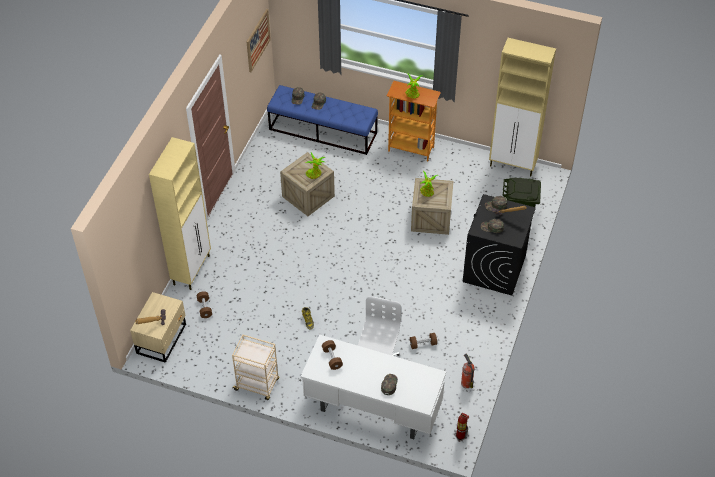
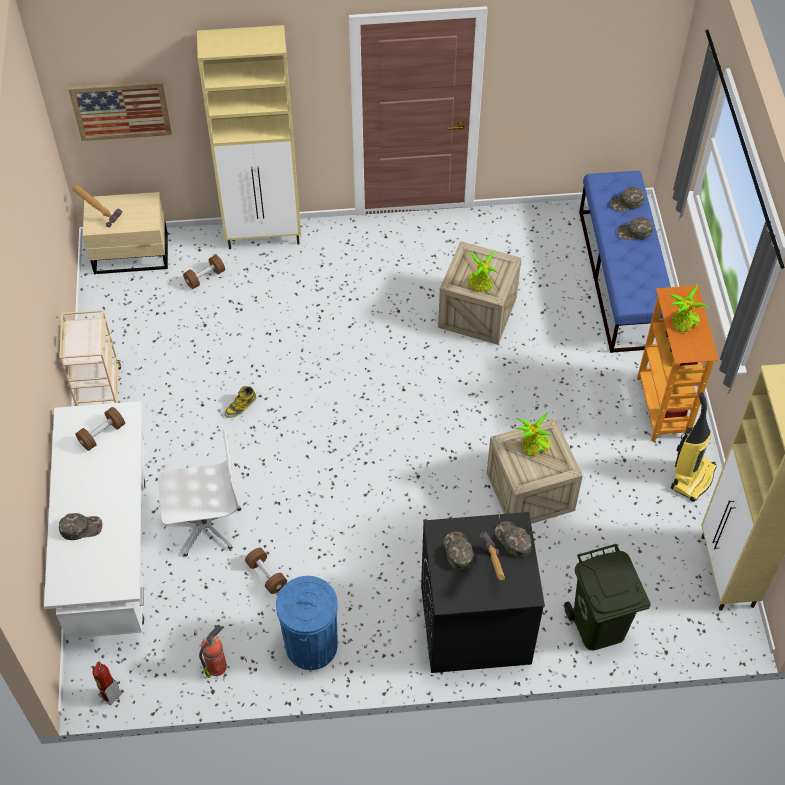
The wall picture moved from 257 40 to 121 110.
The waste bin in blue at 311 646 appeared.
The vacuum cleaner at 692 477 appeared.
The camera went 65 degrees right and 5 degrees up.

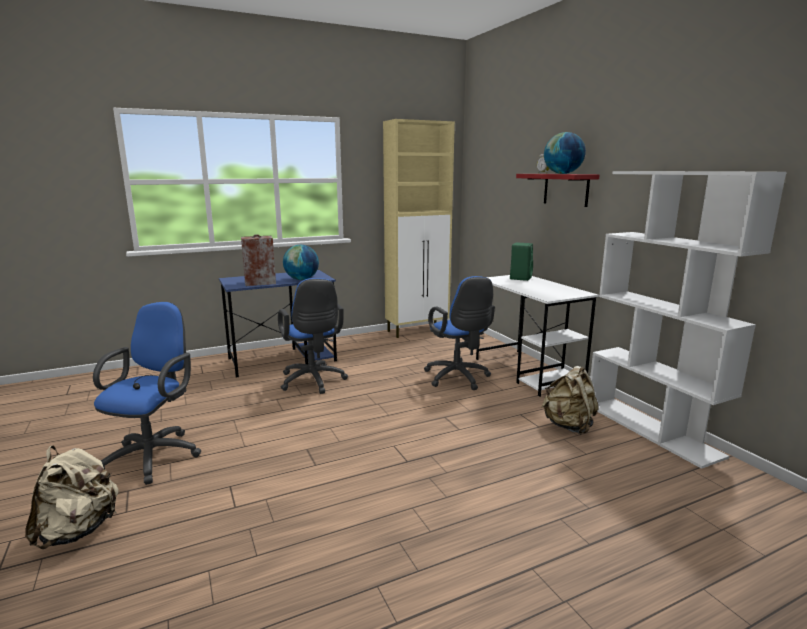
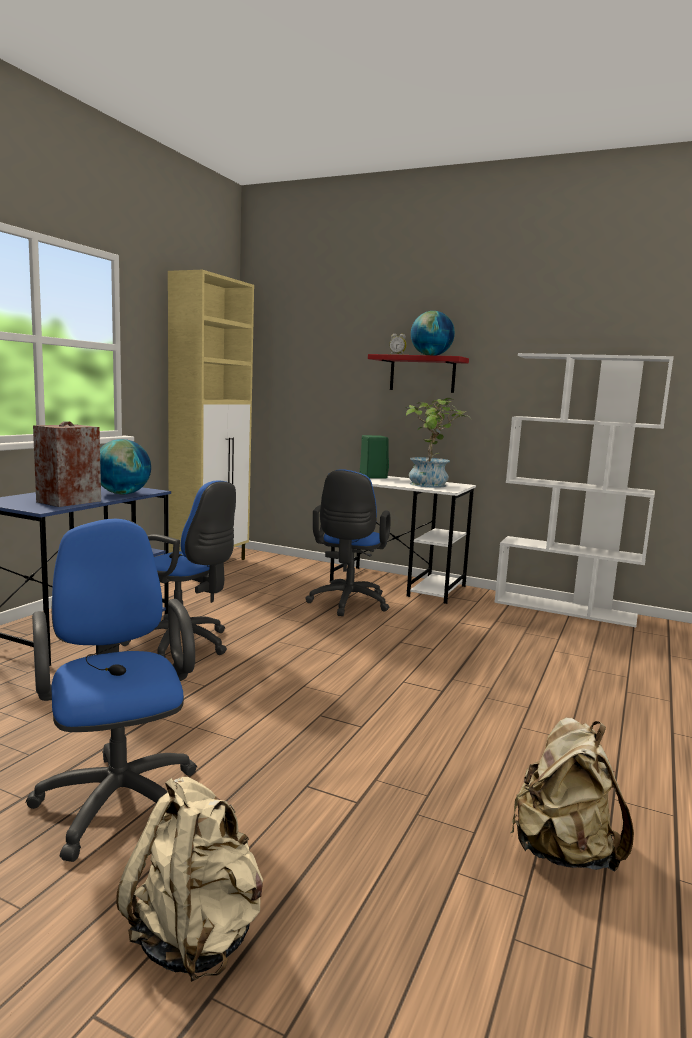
The office chair in blue at 458 379 turned 75 degrees clockwise.
The knapsack in sand-coloured moved from 568 426 to 563 851.
The plant in a pot at 430 485 appeared.
The camera went 40 degrees left and 5 degrees down.

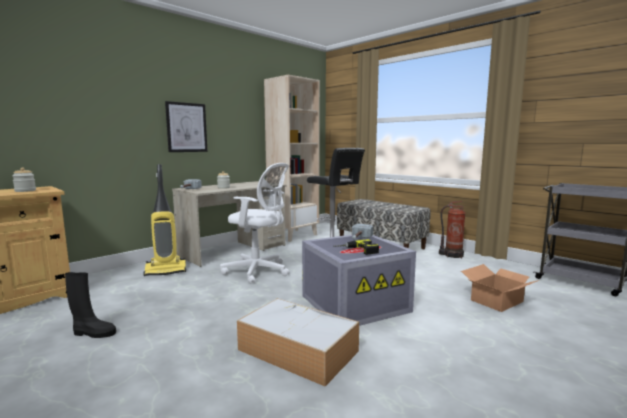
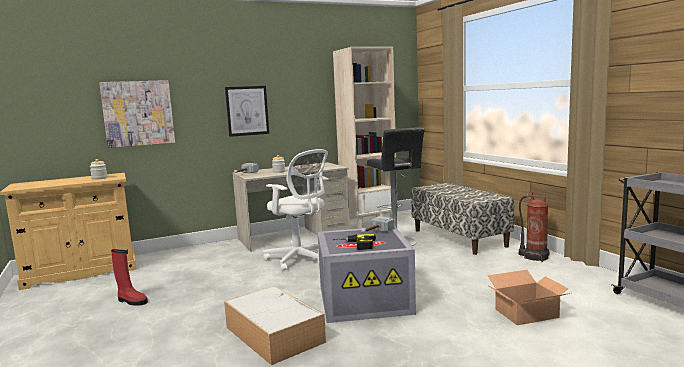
The boot in black-coloured at 93 333 became the boot in reddish at 131 301.
The vacuum cleaner at 166 270 disappeared.
The wall picture at 138 113 appeared.
The camera went 20 degrees right and 0 degrees up.

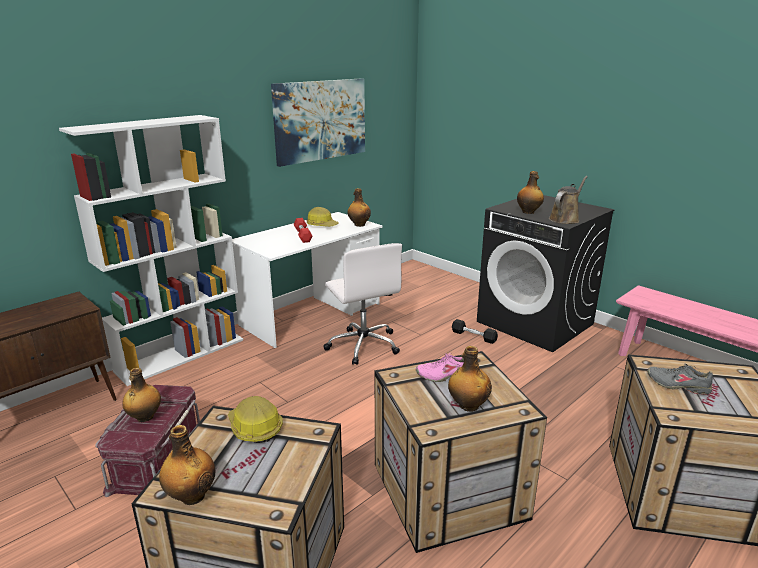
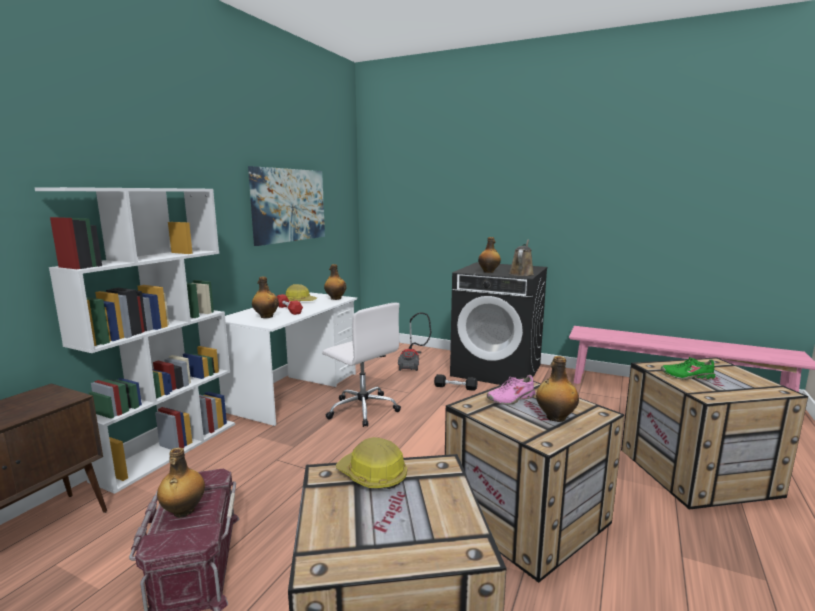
The beverage bottle moved from 191 496 to 266 316.
The low shoe in greyish at 678 385 became the low shoe in green-coloured at 687 376.
The vacuum cleaner at 412 363 appeared.
The camera went 20 degrees left and 10 degrees down.

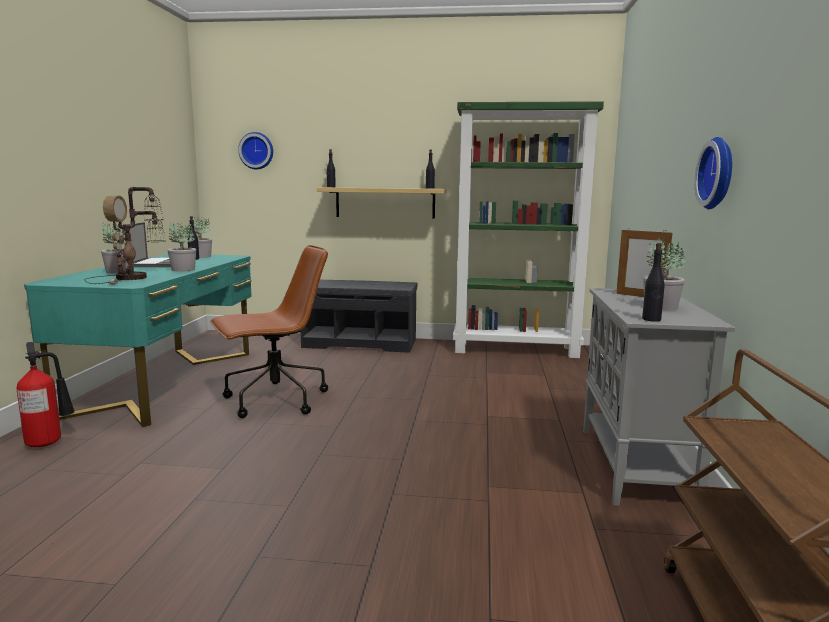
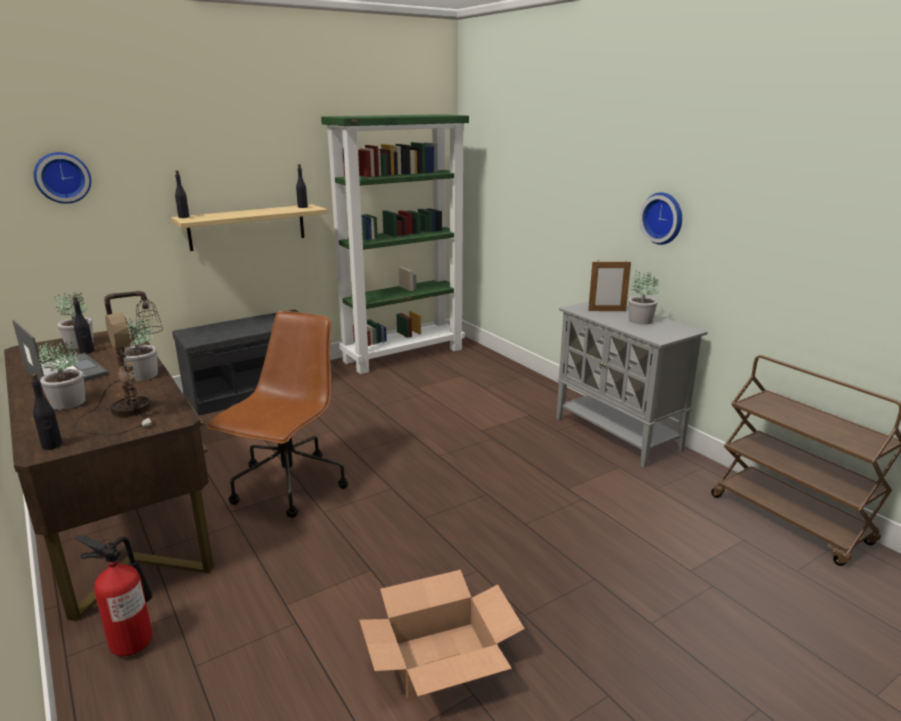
The desk table in turquoise-coloured at 166 382 became the desk table in brownish at 120 514.
The beverage bottle in black-coloured moved from 651 319 to 52 445.
The cardboard box at 441 659 appeared.
The camera went 40 degrees left and 10 degrees up.

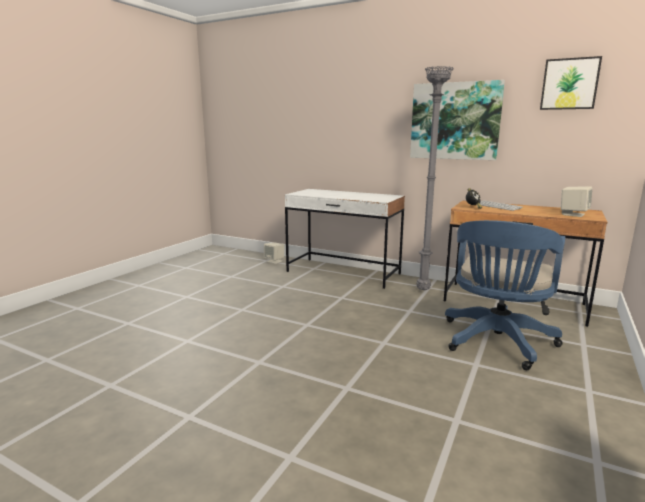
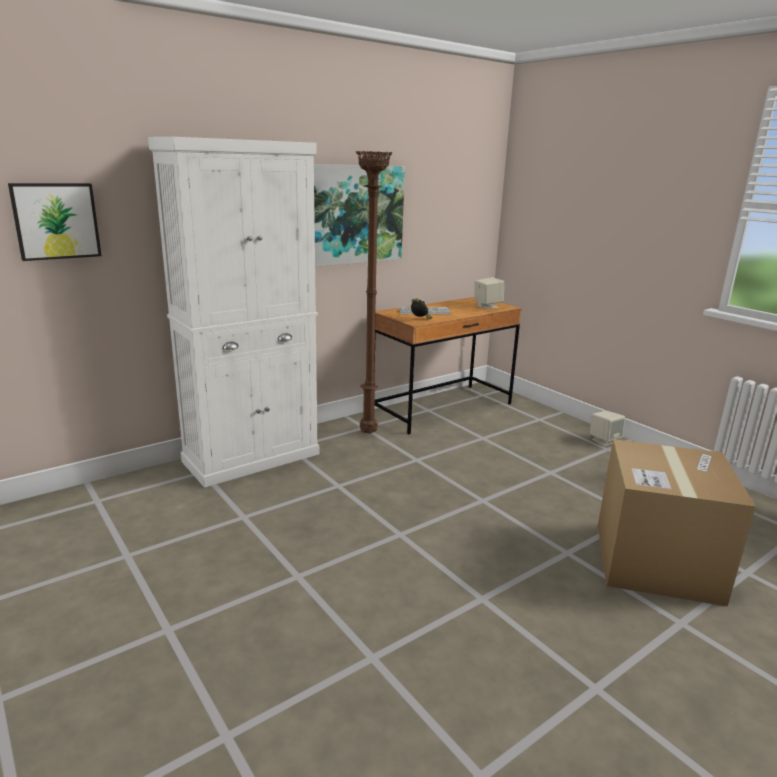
The loudspeaker in sand-coloured moved from 274 261 to 604 440.
The desk table in white at 343 273 was replaced by the cupboard in white at 252 457.
The standard lamp in greyish at 423 289 became the standard lamp in brownish at 368 432.
The office chair in blue at 496 343 disappeared.
The wall picture moved from 569 84 to 56 221.
The cardboard box at 656 562 appeared.
The camera went 65 degrees left and 5 degrees up.

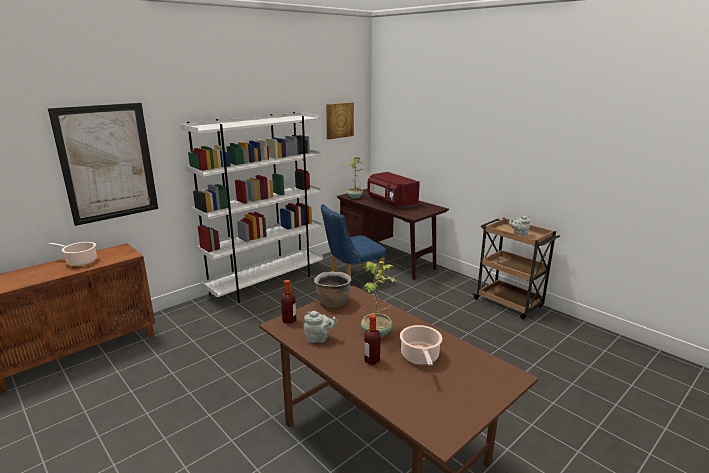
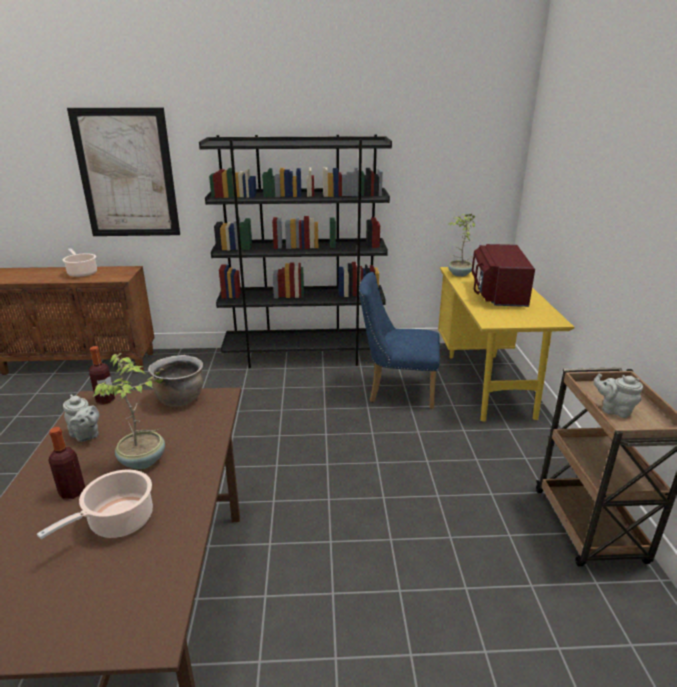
The bookshelf in white at 267 283 became the bookshelf in black-coloured at 304 356.
The wall picture at 339 120 disappeared.
The desk table in brownish at 389 259 became the desk table in yellow at 486 379.
The camera went 40 degrees right and 5 degrees up.

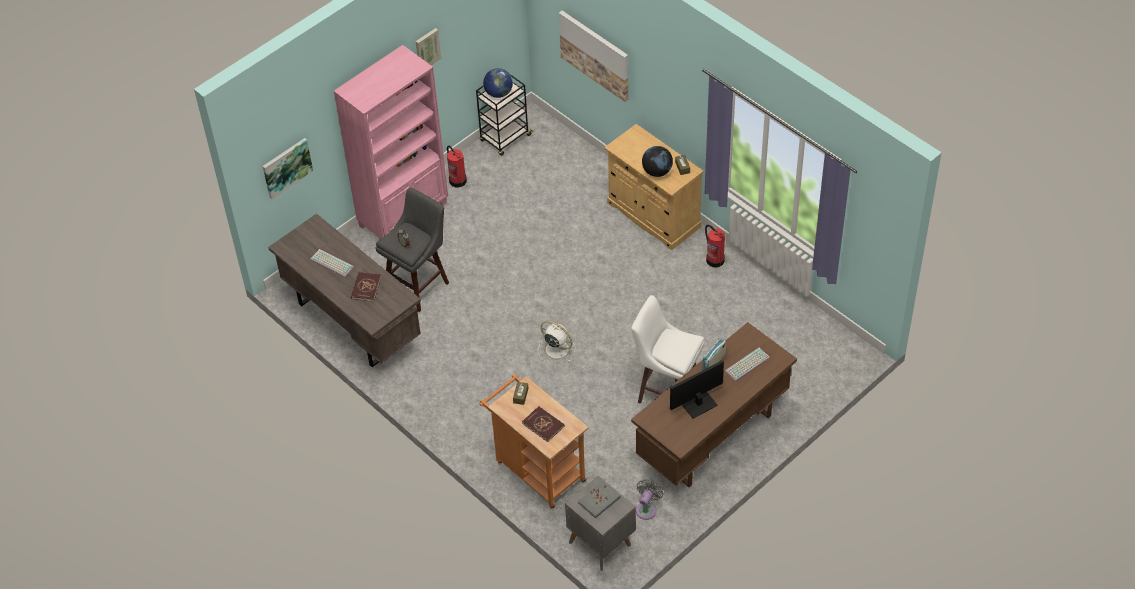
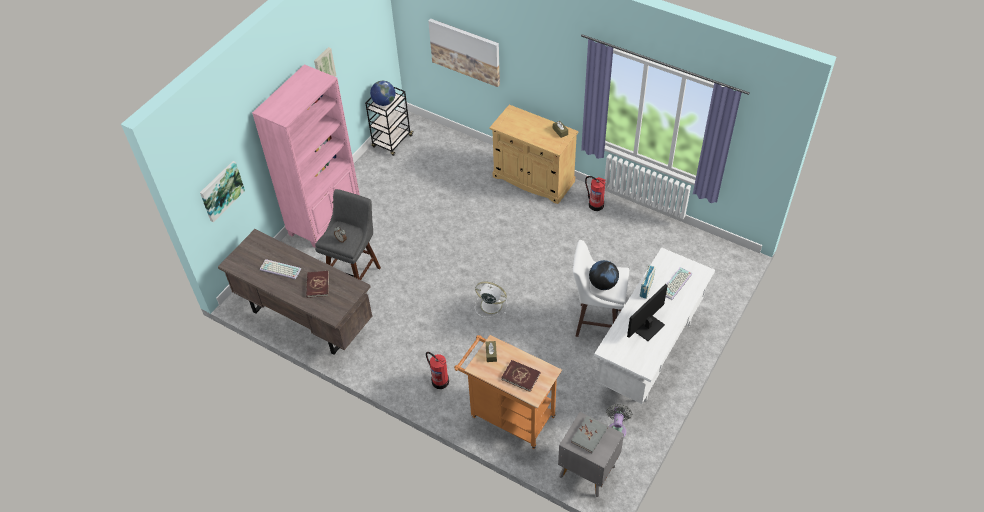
The fire extinguisher moved from 457 180 to 440 381.
The desk table in brownish at 712 438 became the desk table in white at 649 353.
The globe moved from 657 171 to 603 284.
The camera went 15 degrees left and 0 degrees up.

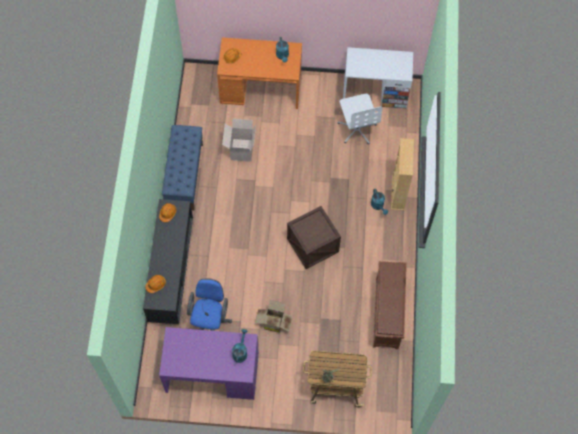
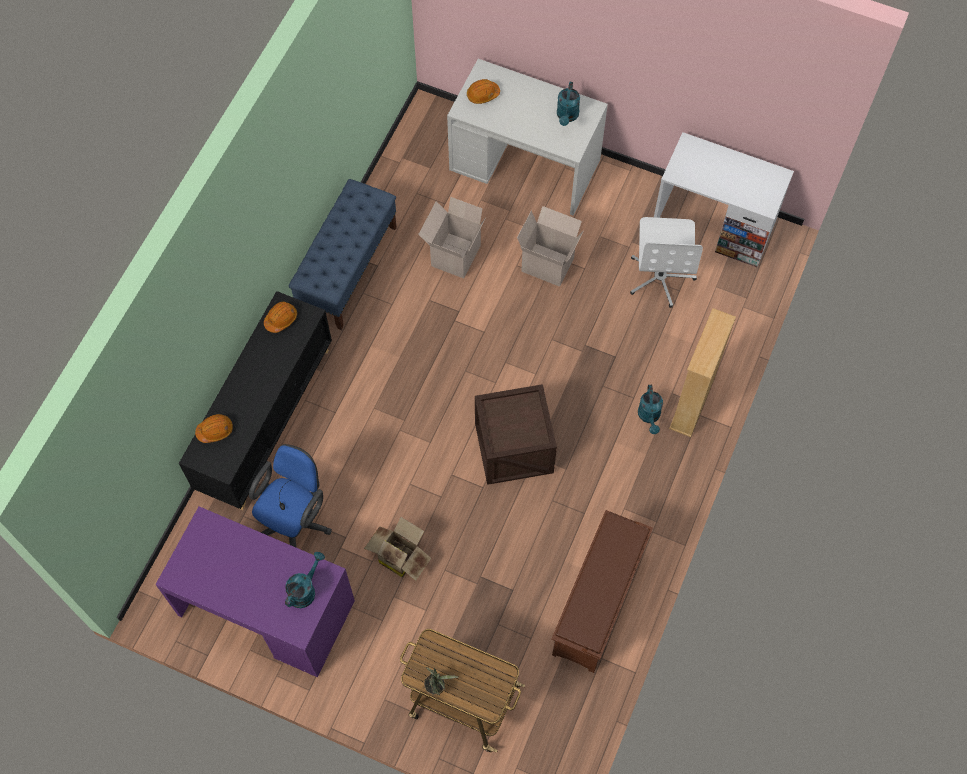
The desk table in orange-coloured at 260 88 became the desk table in white at 525 164.
The cardboard box at 549 263 appeared.
The camera went 20 degrees right and 0 degrees up.

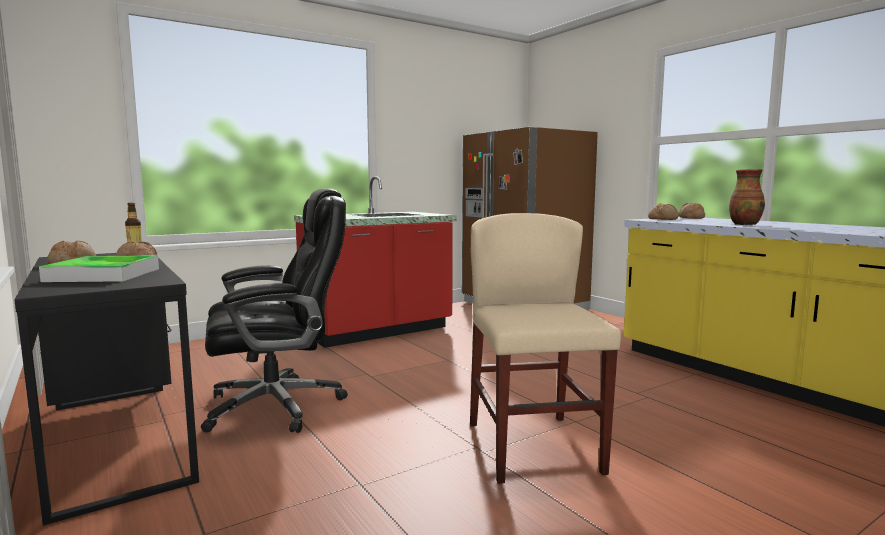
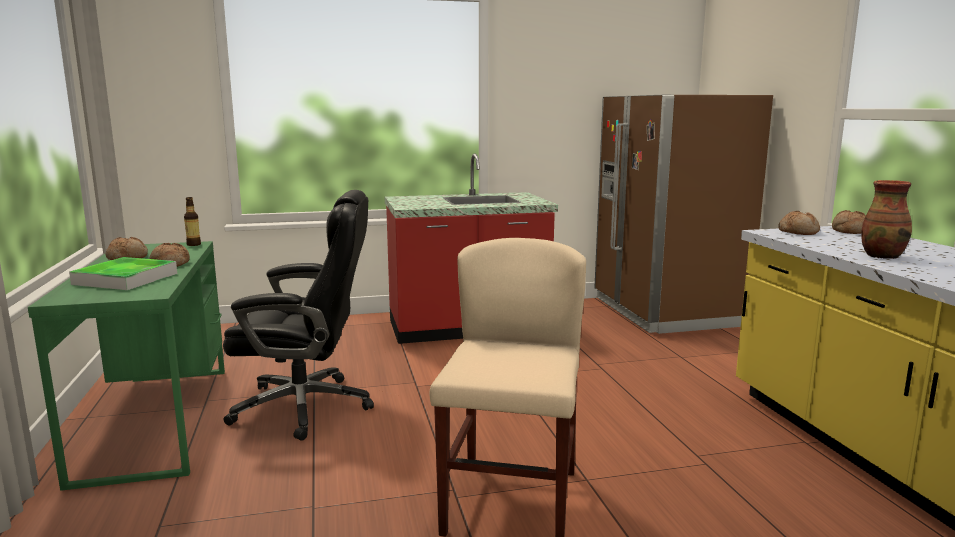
The desk table in black-coloured at 118 439 became the desk table in green-coloured at 158 420.
The camera went 20 degrees right and 5 degrees up.

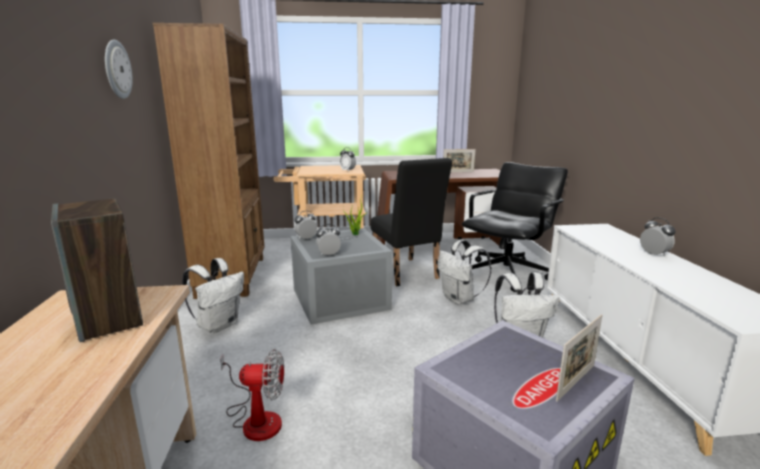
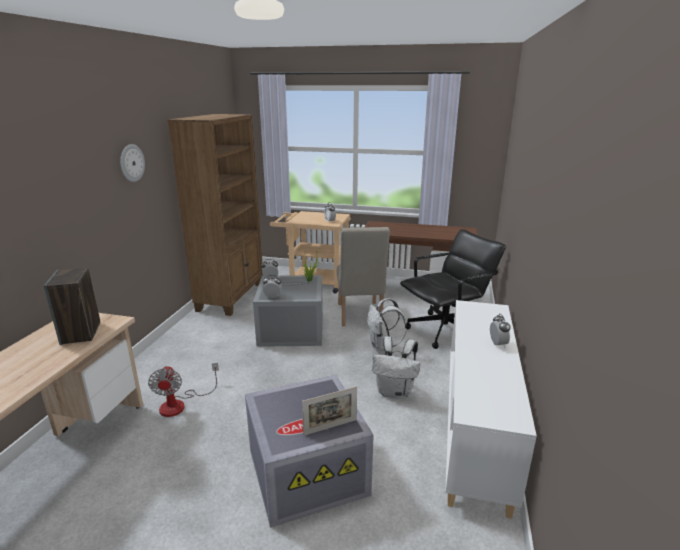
The knapsack in white at 218 325 disappeared.
The electric fan at 256 419 turned 60 degrees clockwise.
The upright chair in black-coloured at 406 274 became the upright chair in sand-coloured at 359 316.
The picture frame at 458 172 disappeared.
The camera went 20 degrees right and 5 degrees up.

